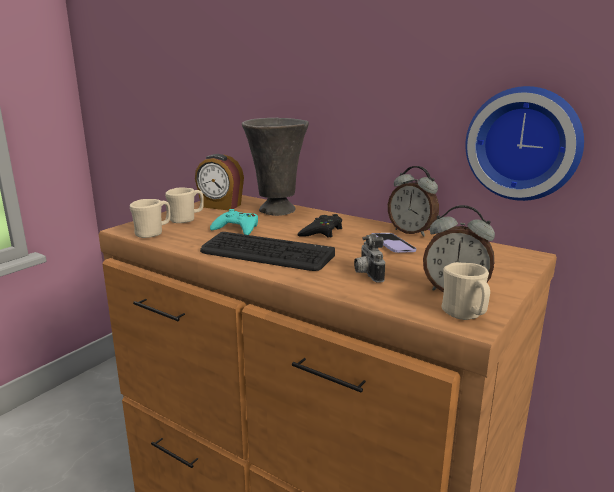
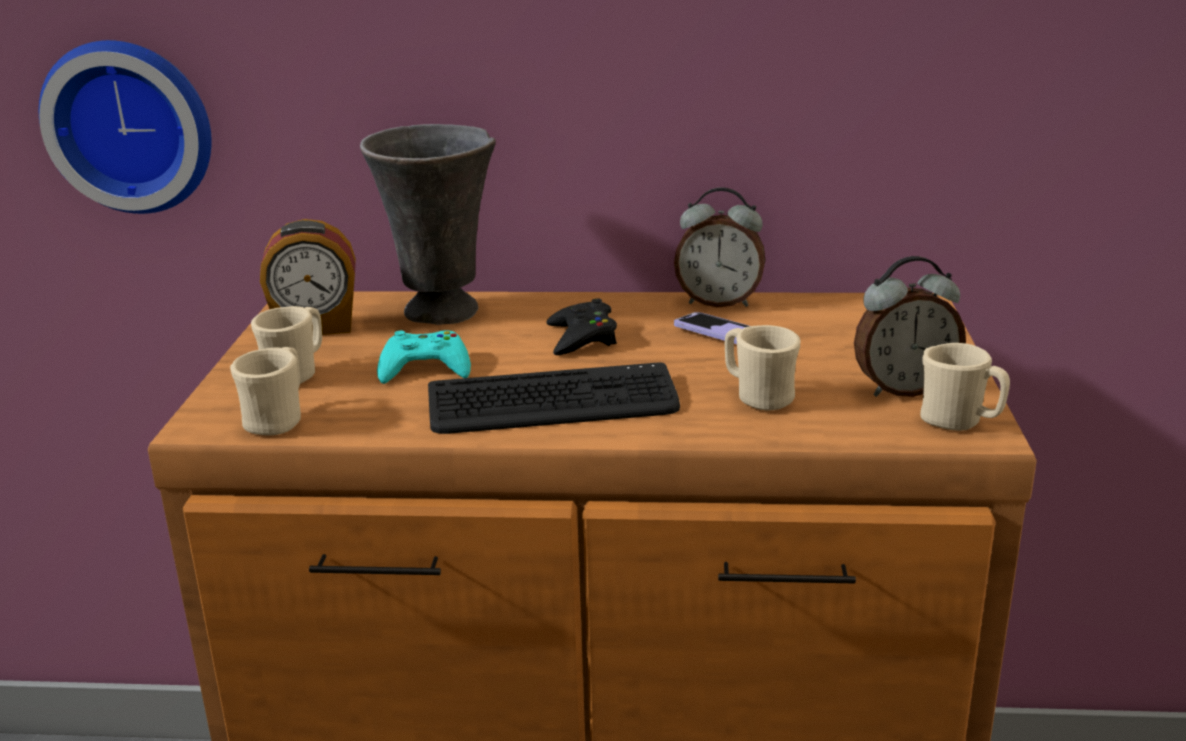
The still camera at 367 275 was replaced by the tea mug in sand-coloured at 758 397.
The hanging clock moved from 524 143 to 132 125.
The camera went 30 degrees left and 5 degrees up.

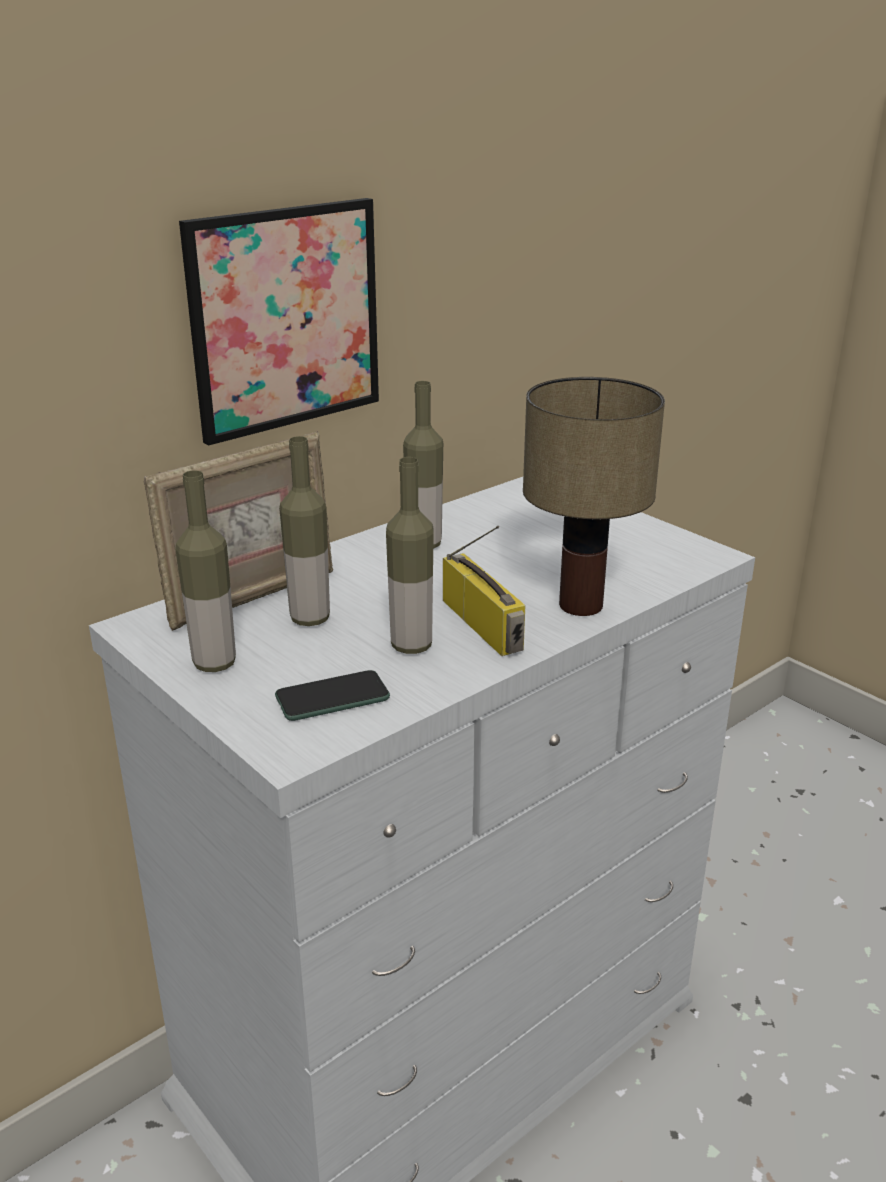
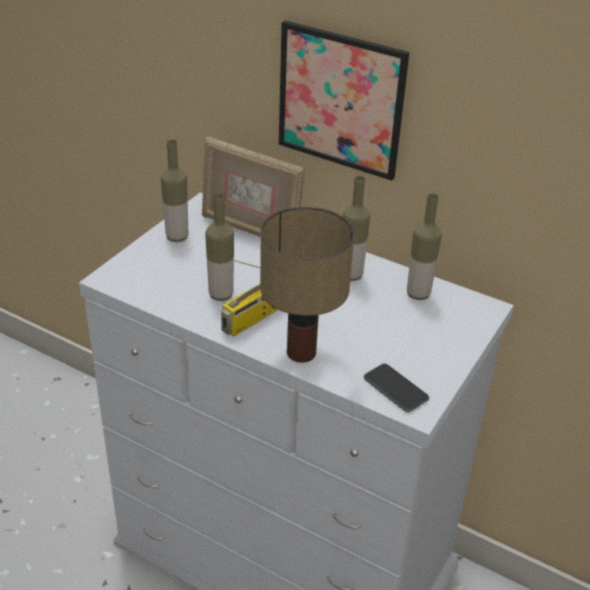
The telephone moved from 332 697 to 395 388.
The beverage bottle moved from 310 619 to 418 294.
The camera went 70 degrees right and 10 degrees up.

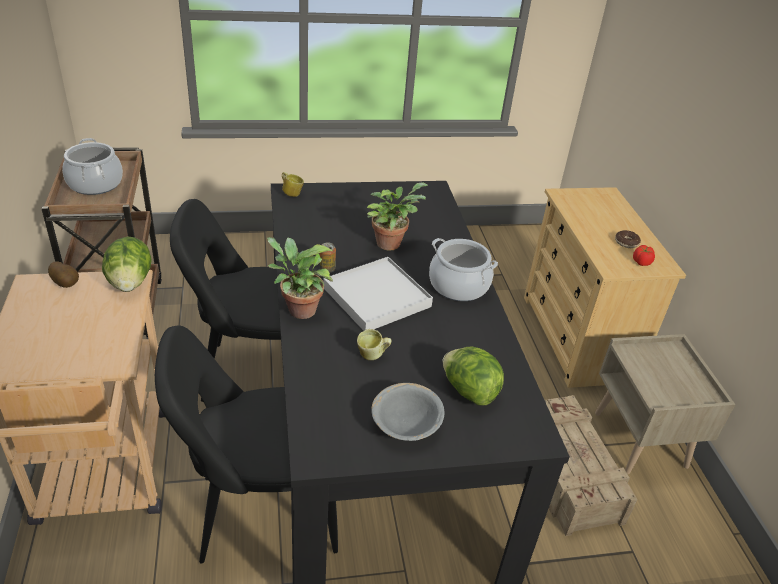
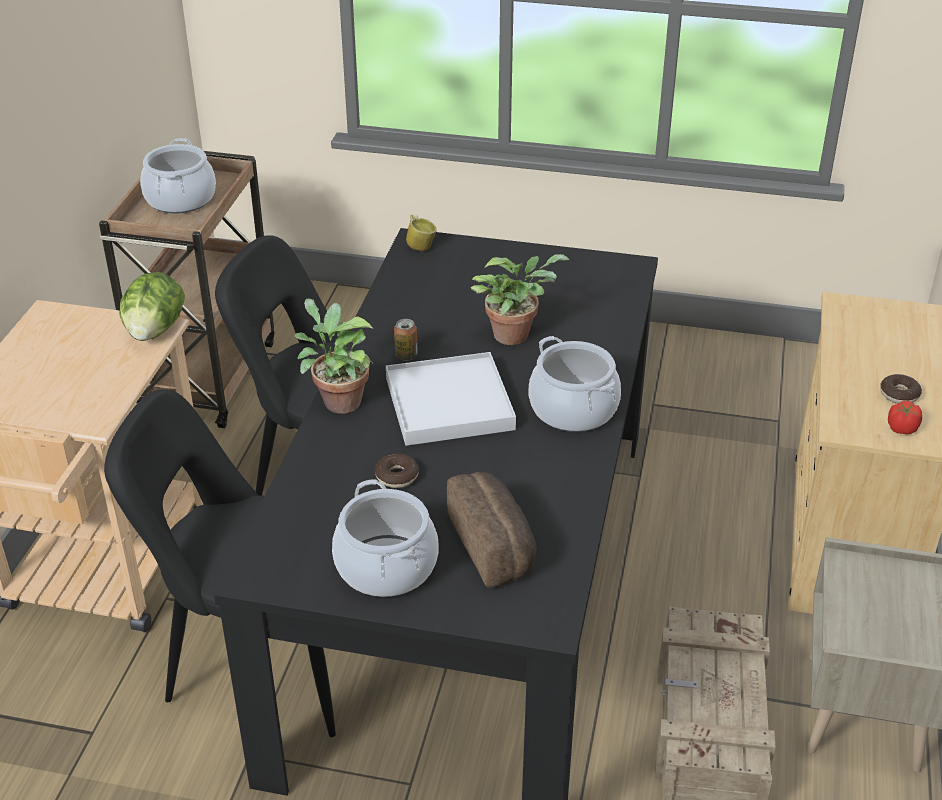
The potato at 66 284 disappeared.
The tea mug at 372 356 was replaced by the donut at 397 476.
The serving bowl in greyish at 406 424 was replaced by the saucepot at 386 566.
The lettuce at 469 391 was replaced by the baked bread at 494 545.
The camera went 25 degrees right and 0 degrees up.

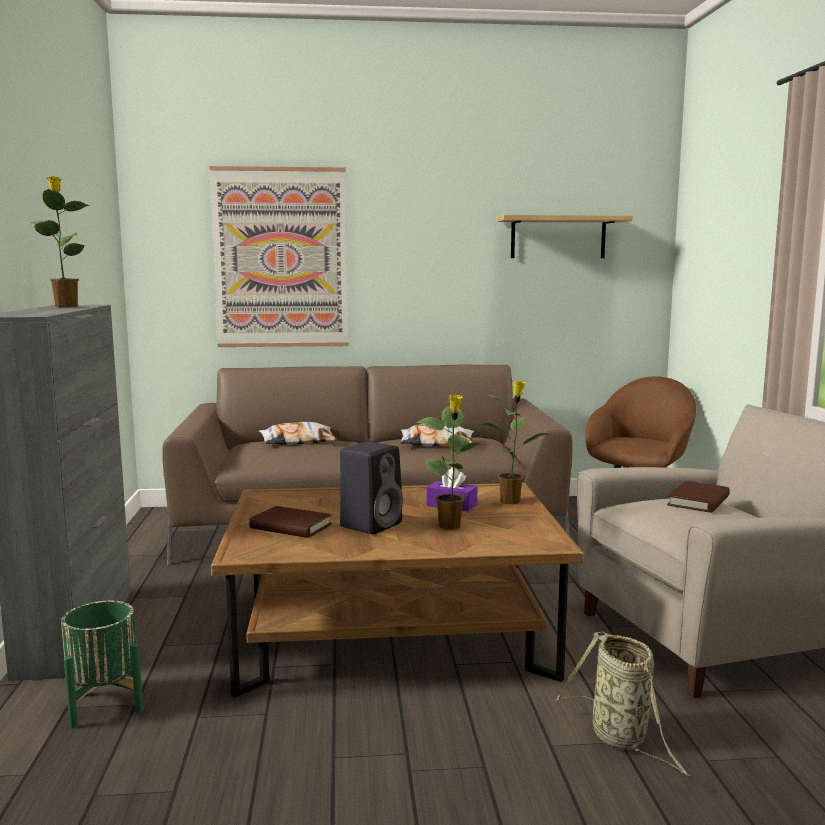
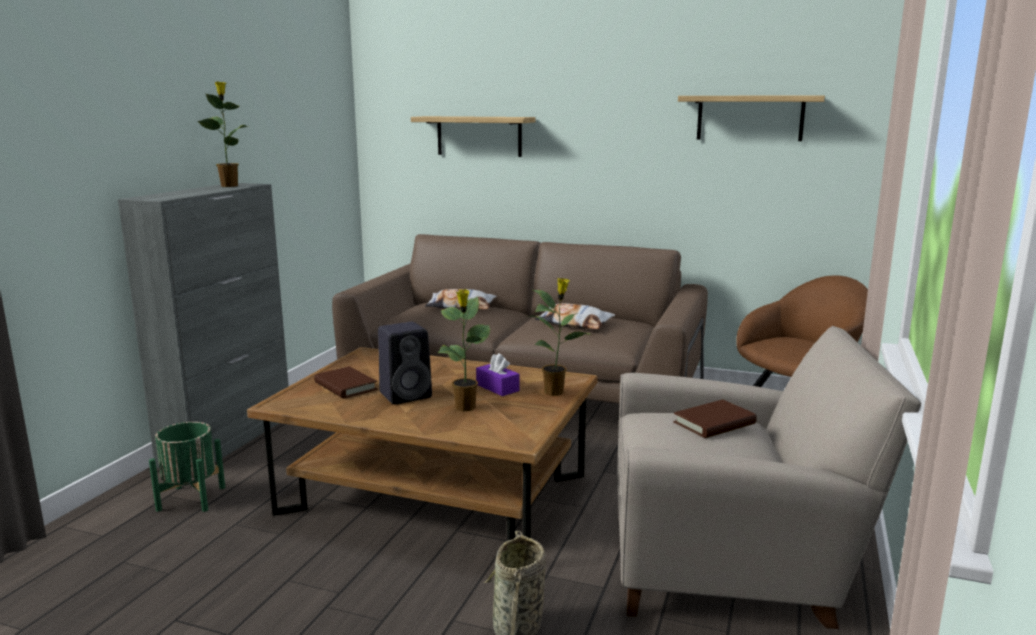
The wall picture at 281 258 was replaced by the wall shelf at 479 136.
The camera went 25 degrees right and 5 degrees up.

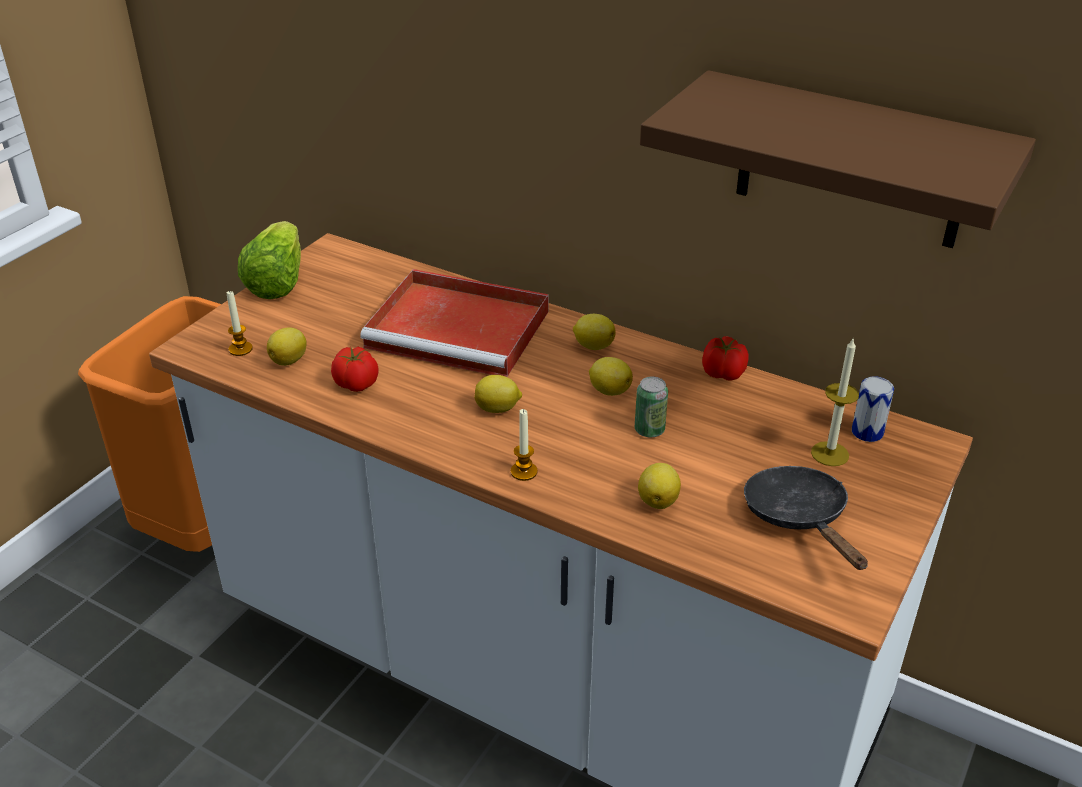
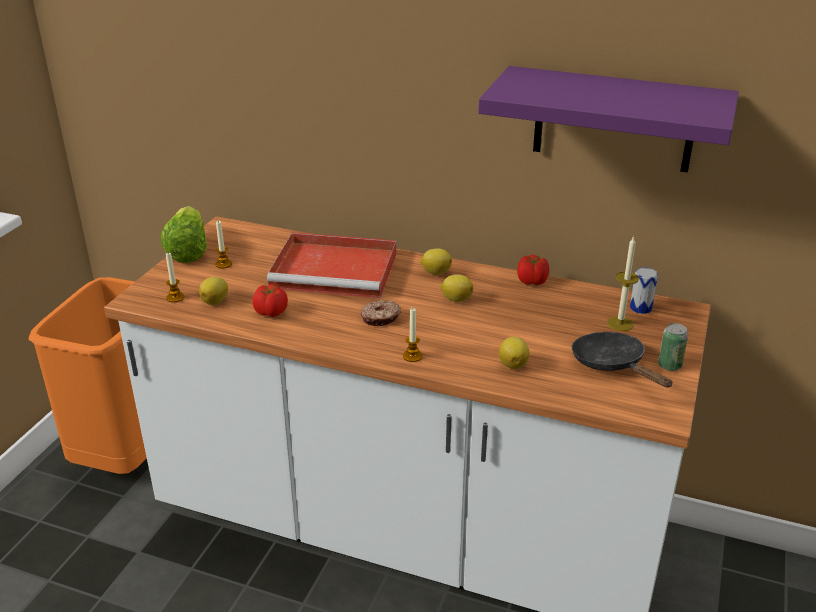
The lemon at 498 409 was replaced by the donut at 381 318.
The metal can moved from 649 430 to 669 365.
The wall shelf in brownish at 851 161 became the wall shelf in purplish at 614 120.
The candle at 223 264 appeared.
The camera went 10 degrees left and 5 degrees down.

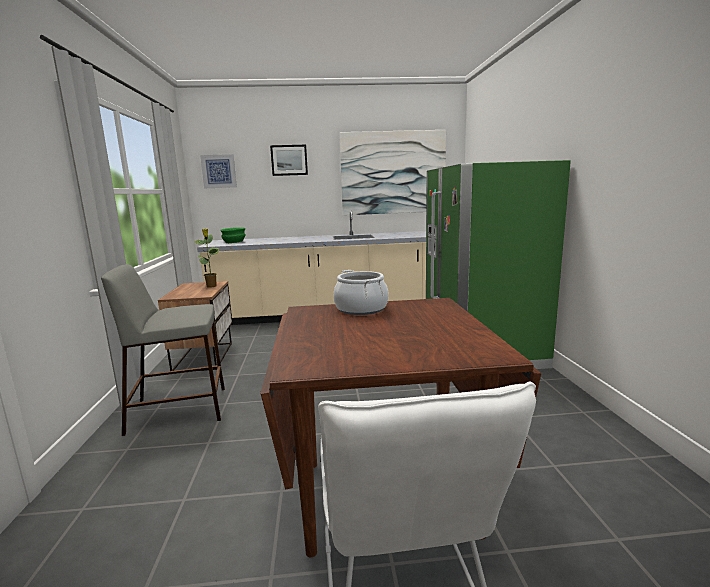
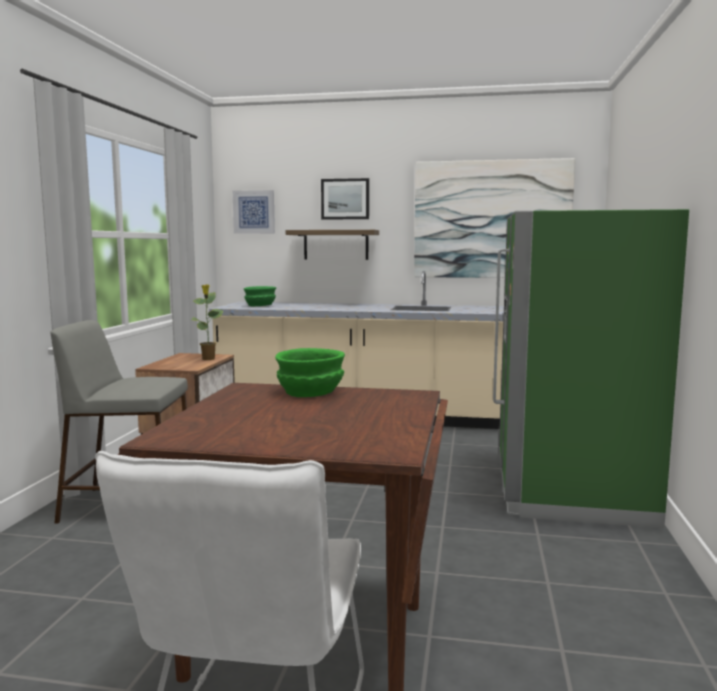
The saucepot at 361 309 was replaced by the serving bowl in green-coloured at 311 392.
The wall shelf at 336 245 appeared.
The camera went 15 degrees right and 5 degrees down.

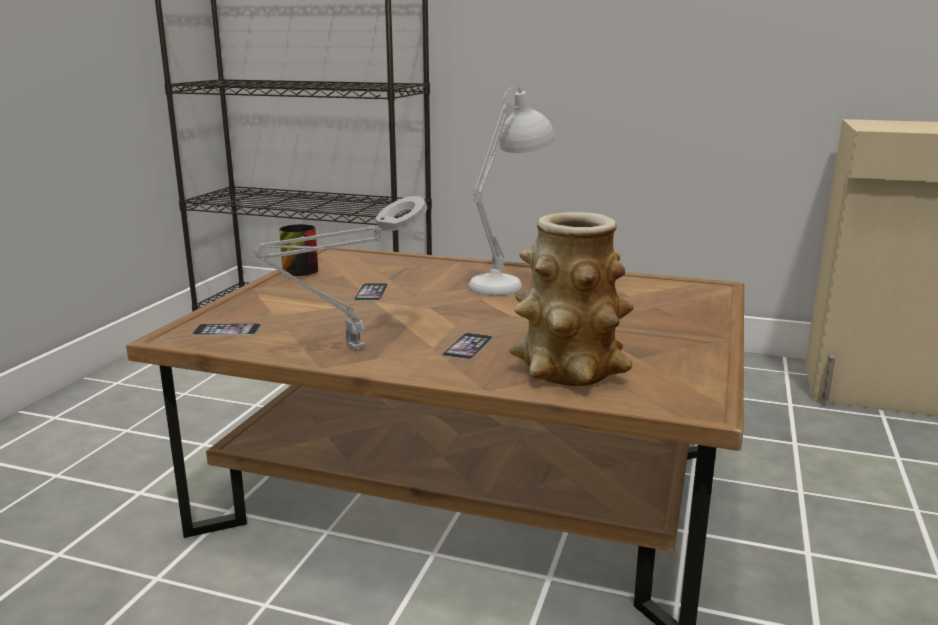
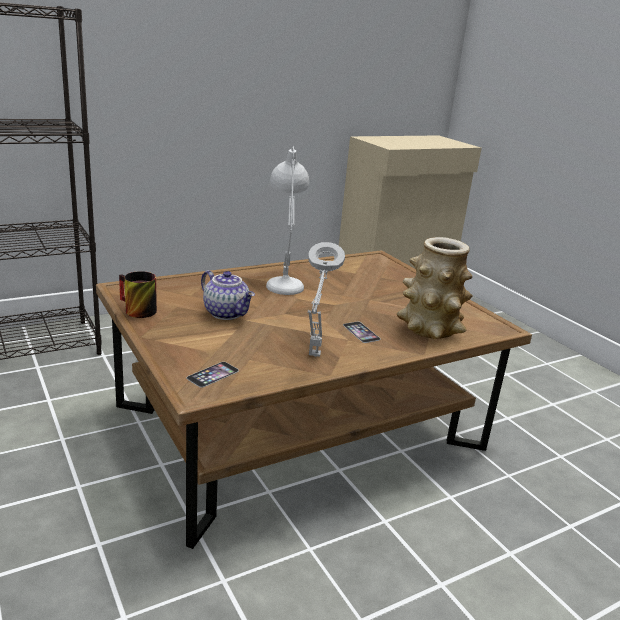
The telephone at 371 292 was replaced by the teapot at 227 313.
The camera went 50 degrees left and 5 degrees up.

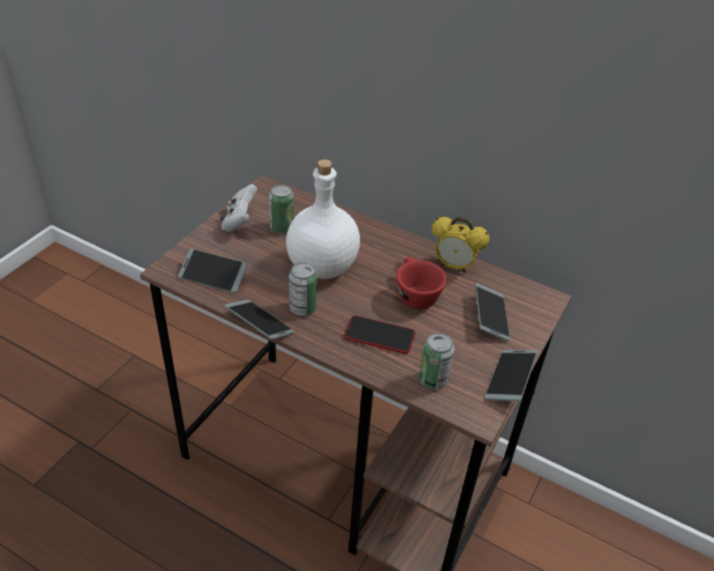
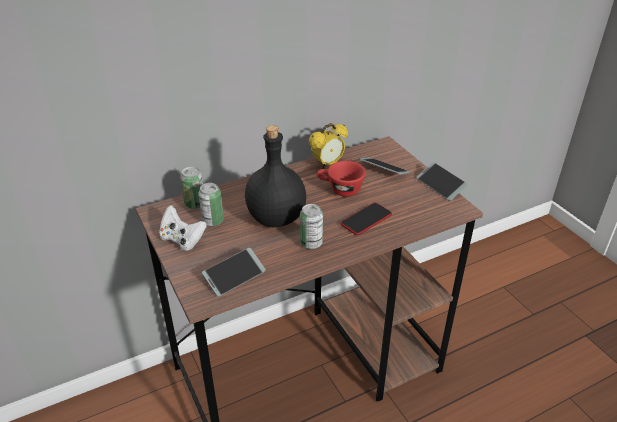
The telephone at 259 324 disappeared.
The beverage bottle in white at 321 266 became the beverage bottle in black-coloured at 275 218.
The metal can moved from 433 380 to 195 204.
The camera went 55 degrees left and 5 degrees down.

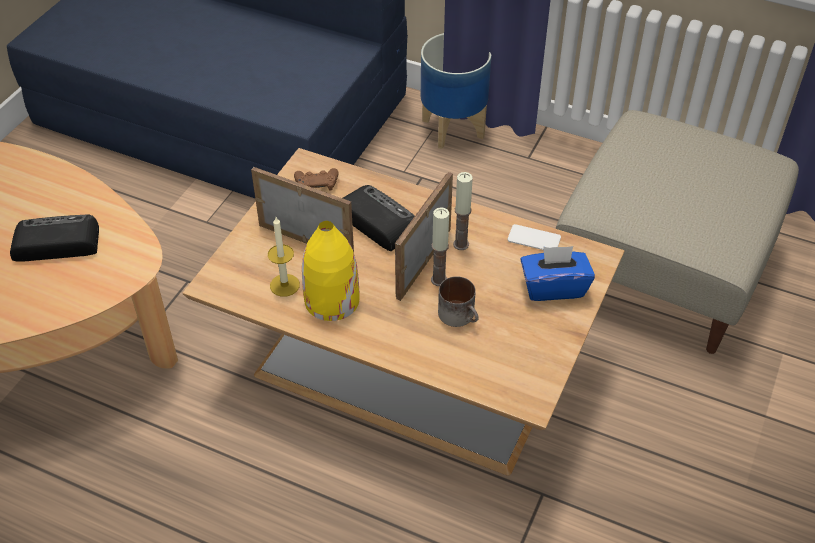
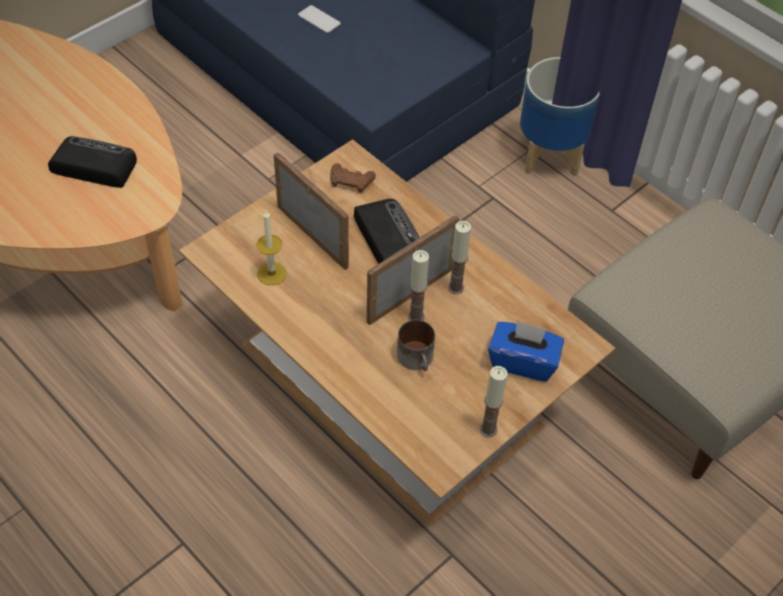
The vase in yellow at 331 300 disappeared.
The telephone moved from 534 239 to 319 20.
The candle at 488 429 appeared.
The camera went 20 degrees right and 5 degrees up.

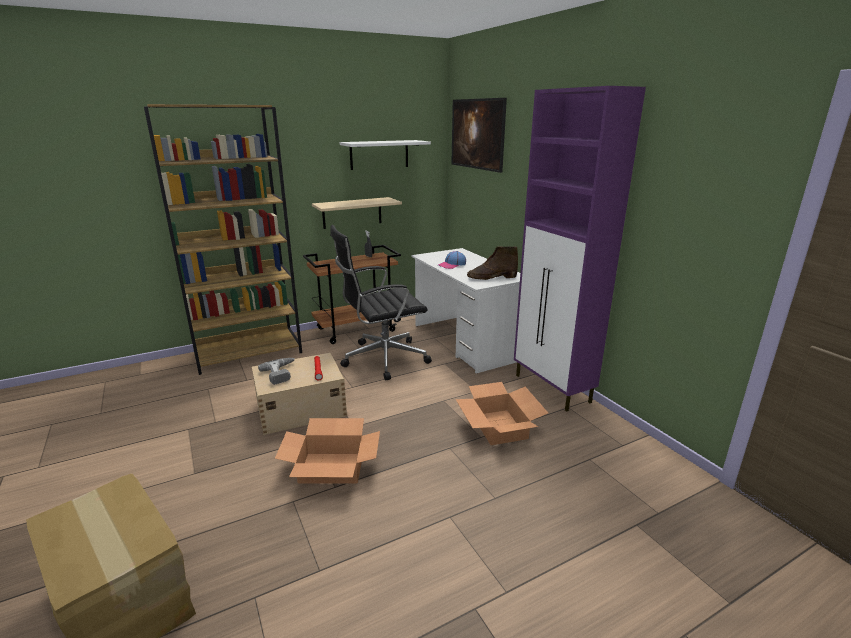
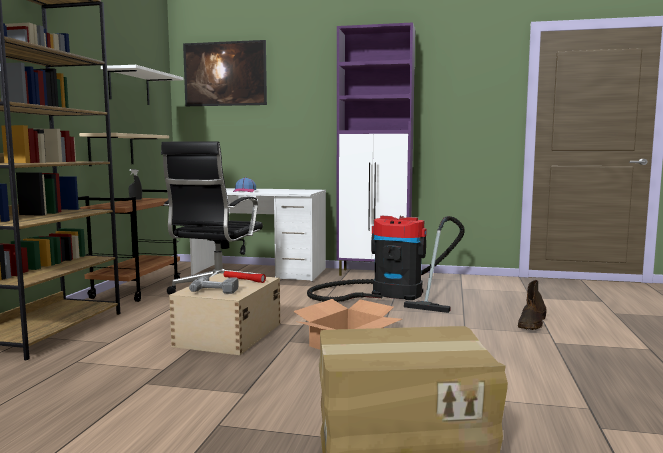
The cardboard box at 499 427 was replaced by the vacuum cleaner at 391 294.
The boot in brownish moved from 491 277 to 532 324.
The camera went 50 degrees left and 15 degrees down.

